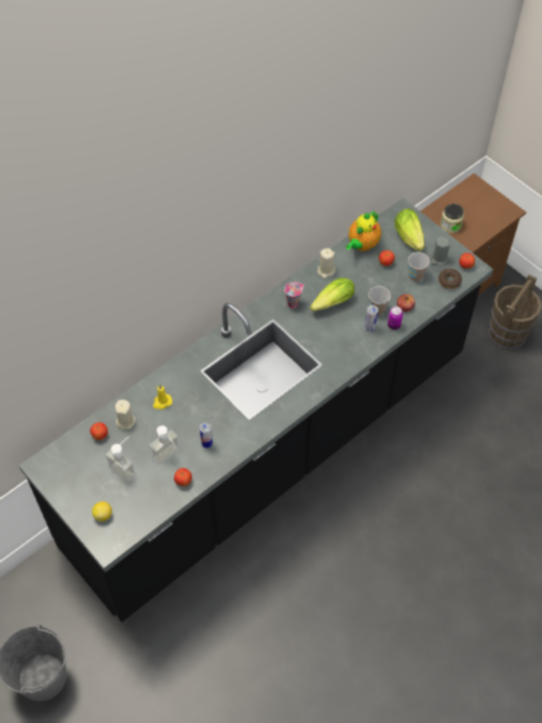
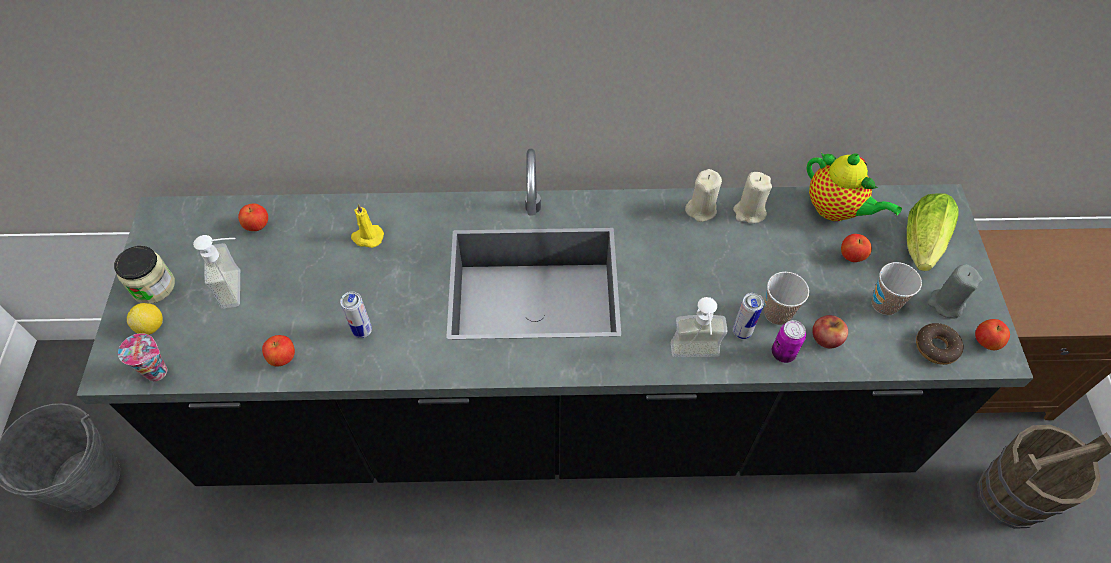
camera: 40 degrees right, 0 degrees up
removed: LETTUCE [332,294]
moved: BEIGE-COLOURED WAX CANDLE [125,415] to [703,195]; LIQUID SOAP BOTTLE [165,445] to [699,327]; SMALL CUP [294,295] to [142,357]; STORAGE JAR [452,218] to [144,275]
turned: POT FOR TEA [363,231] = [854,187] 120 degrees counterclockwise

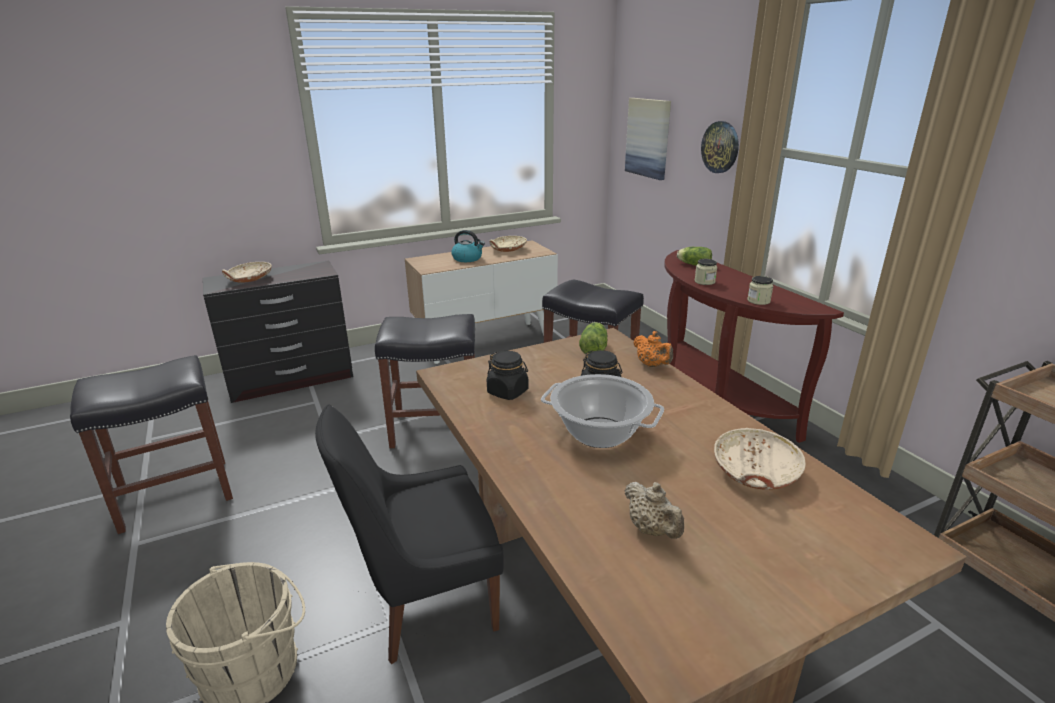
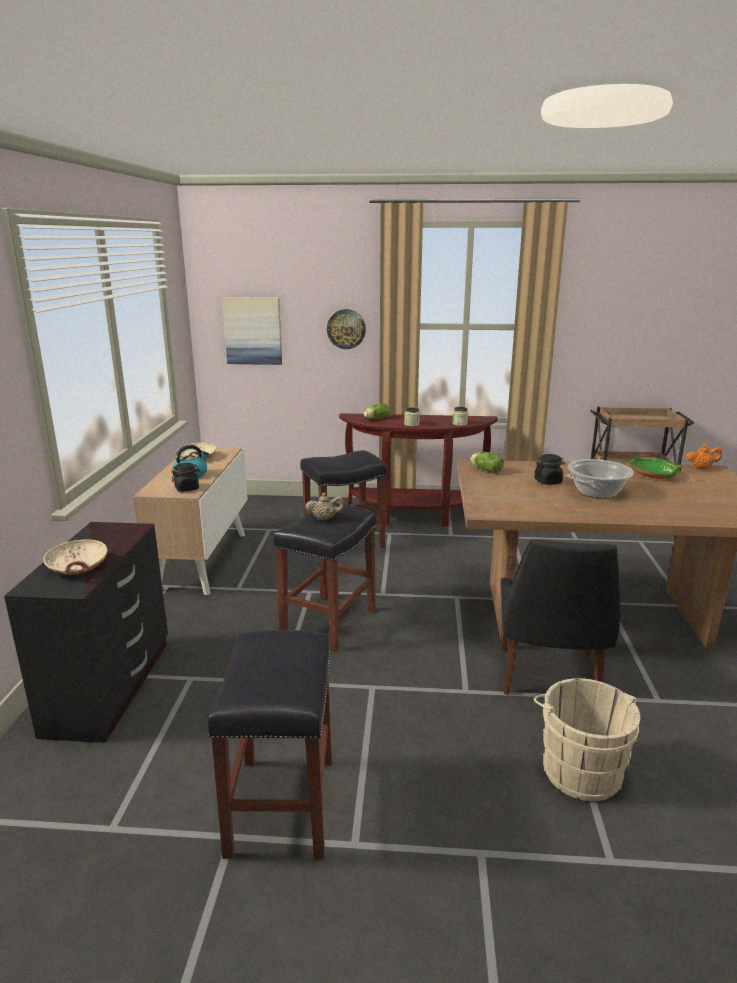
camera: 60 degrees left, 5 degrees down
moved: BLACK STORAGE JAR [507,375] to [186,477]; BEIGE-COLOURED POT FOR TEA [654,510] to [325,506]; ORANGE POT FOR TEA [653,349] to [703,456]
recoloured: BEIGE-COLOURED BOWL [760,459] to GREEN-COLOURED BOWL [656,468]

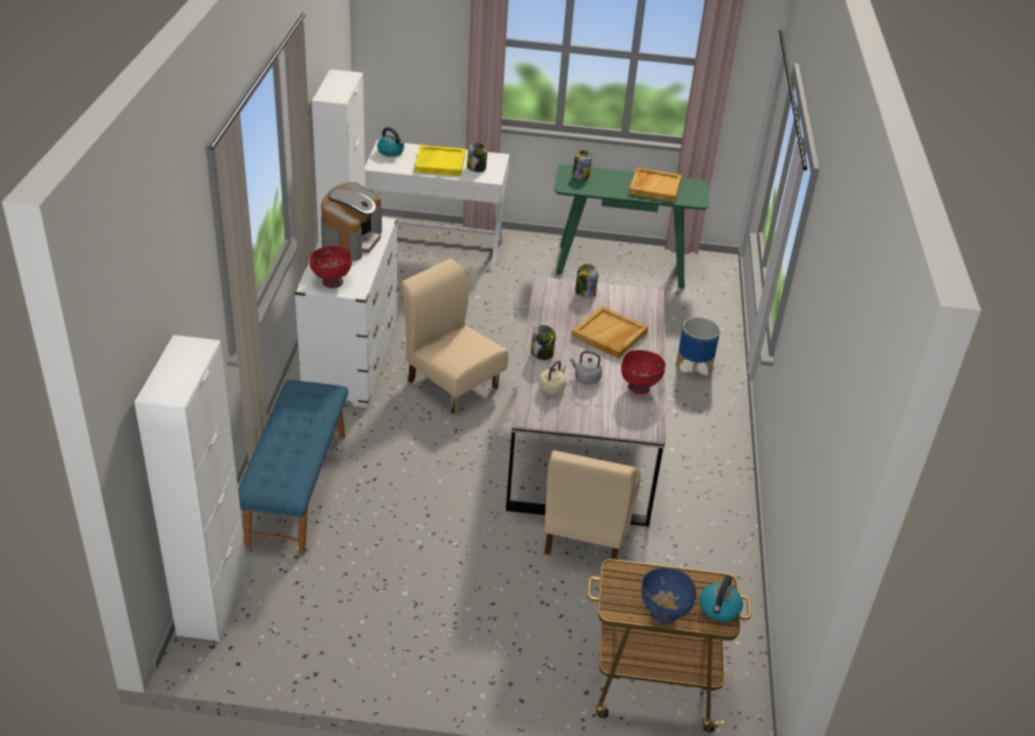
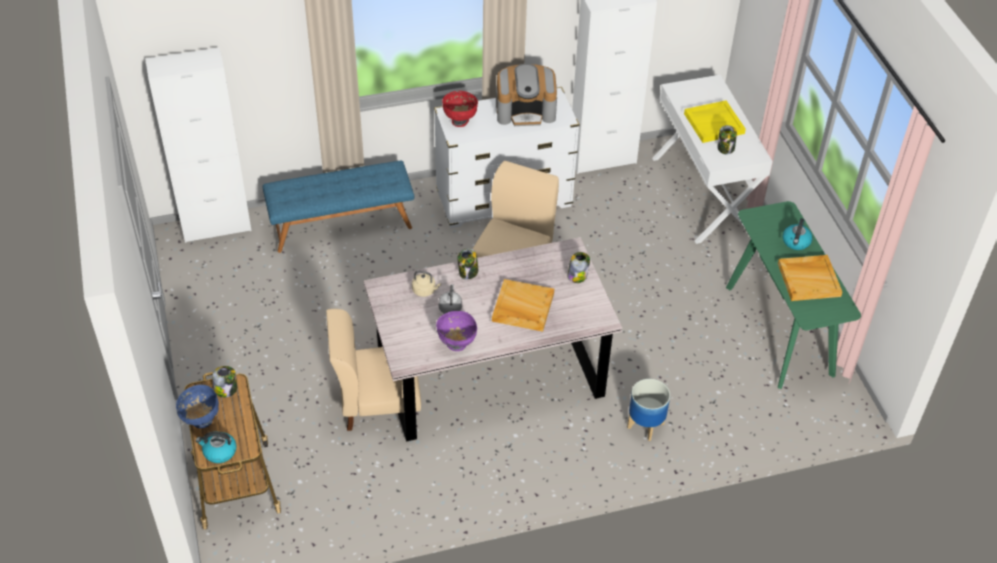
camera: 70 degrees right, 10 degrees up
moved: KETTLE [390,142] to [797,234]; STORAGE JAR [582,165] to [224,381]
recoloured: RED BOWL [643,372] to PURPLE BOWL [456,331]

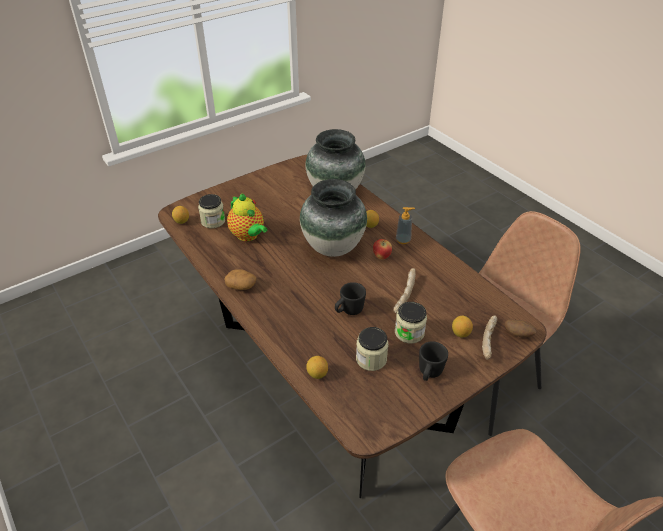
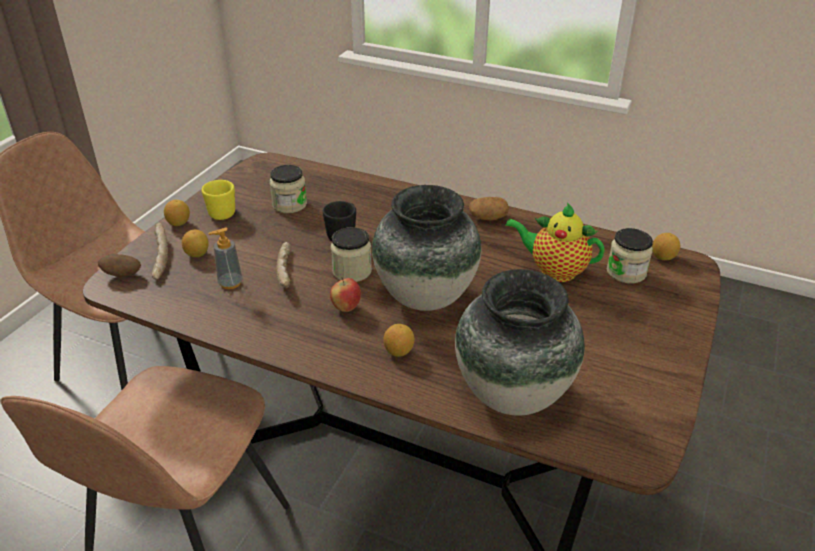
camera: 150 degrees right, 5 degrees down
moved: CITRUS FRUIT [317,367] to [177,213]; STORAGE JAR [411,323] to [351,254]; LIQUID SOAP BOTTLE [405,225] to [225,258]
recoloured: BLACK COFFEE MUG [433,361] to YELLOWISH COFFEE MUG [218,200]

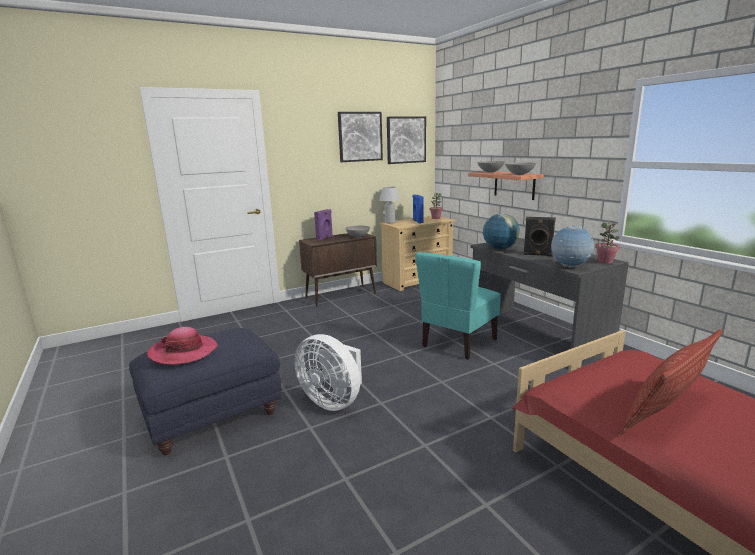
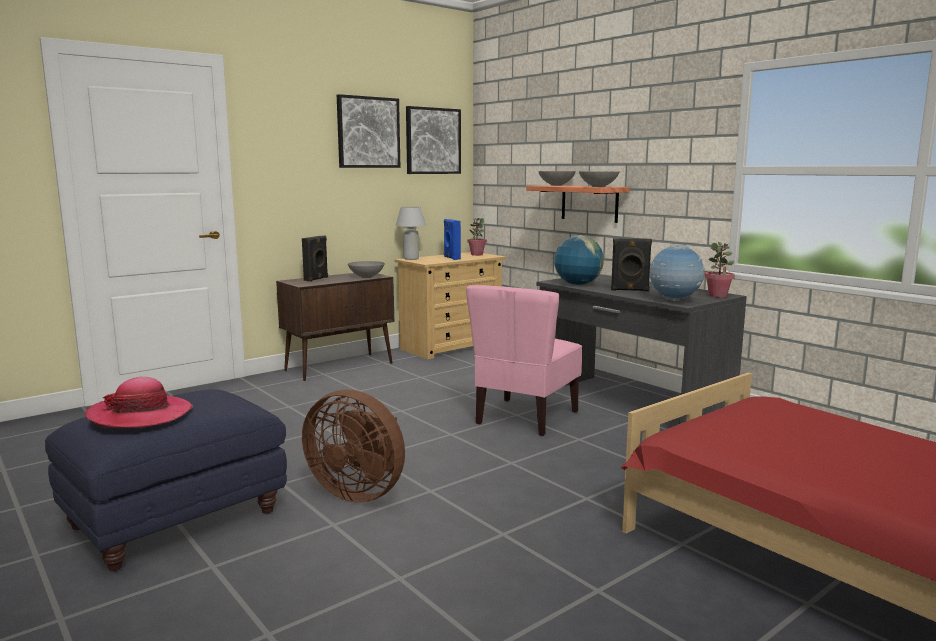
camera: 10 degrees left, 5 degrees down
removed: CUSHION [670,382]
recoloured: WHITE-COLOURED ELECTRIC FAN [328,372] to BROWNISH ELECTRIC FAN [353,446]; PURPLE SPEAKER [323,225] to BLACK SPEAKER [315,259]; BLUE-GREEN UPRIGHT CHAIR [458,306] to PINK-COLOURED UPRIGHT CHAIR [524,360]

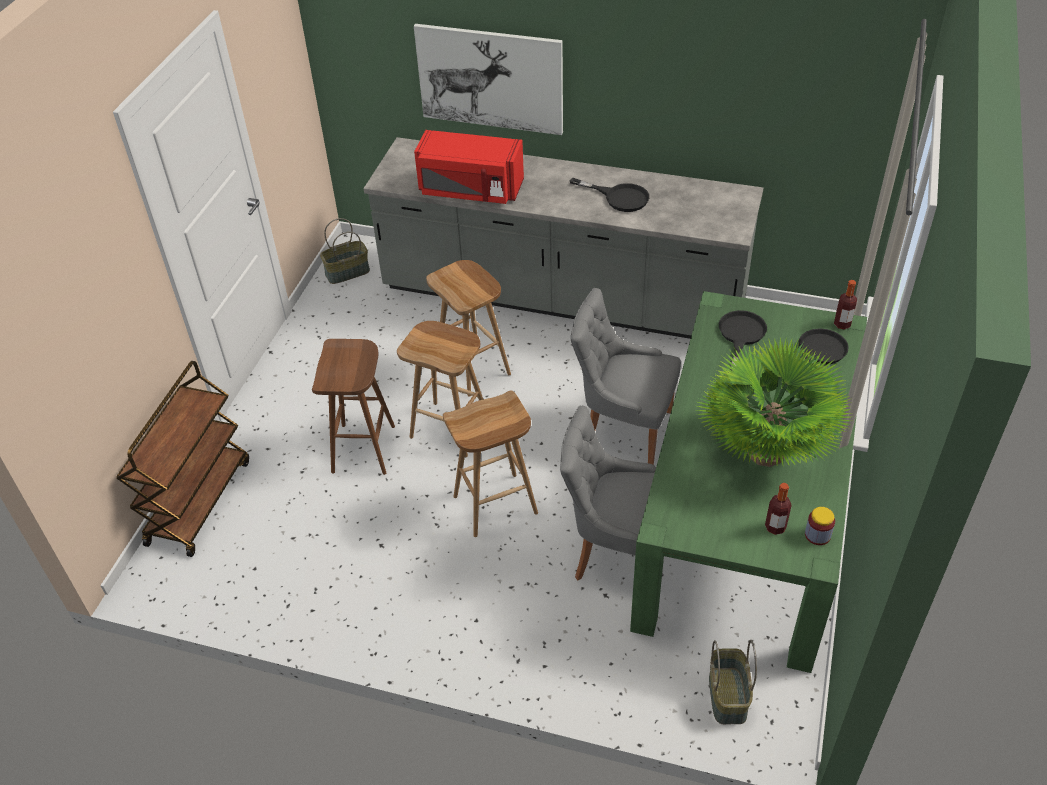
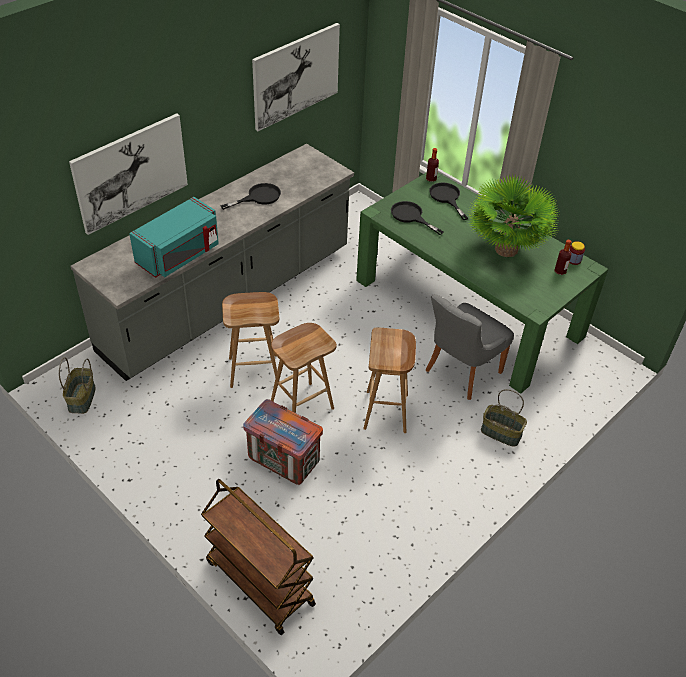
camera: 65 degrees left, 0 degrees up
removed: GRAY UPRIGHT CHAIR [625,376]
added: PICTURE [296,77]
moved: HOUSEHOLD BASKET [733,682] to [504,418]
replaced: BROWNISH STOOL SEAT [353,407] to SHIPPING CRATE [283,442]
recoloured: RED KITCHEN MICROWAVE [469,167] to BLUE-GREEN KITCHEN MICROWAVE [174,237]

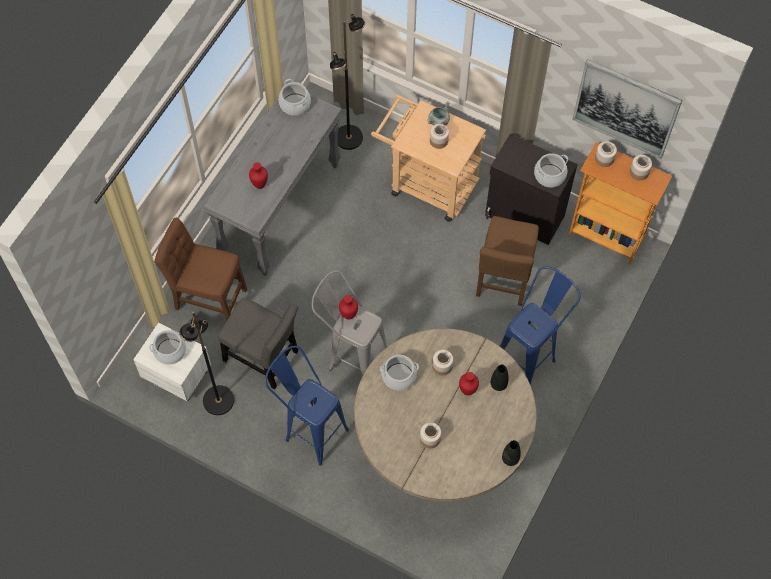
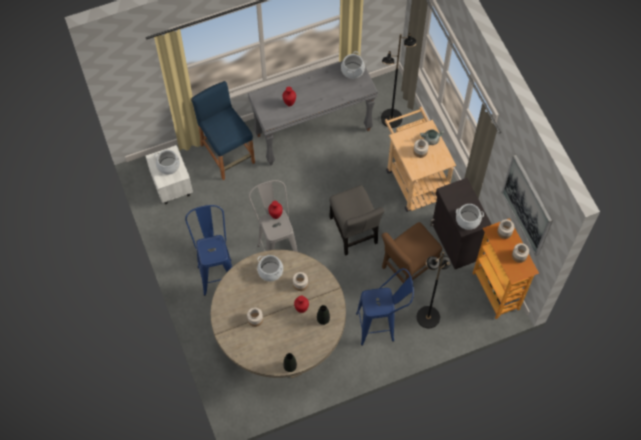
camera: 40 degrees right, 0 degrees up
moved: BLACK STANDING LAMP [206,363] to [434,290]; GRAY UPRIGHT CHAIR [258,343] to [356,220]
replaced: BROWNISH UPRIGHT CHAIR [200,269] to BLUE-COLOURED STOOL SEAT [223,130]

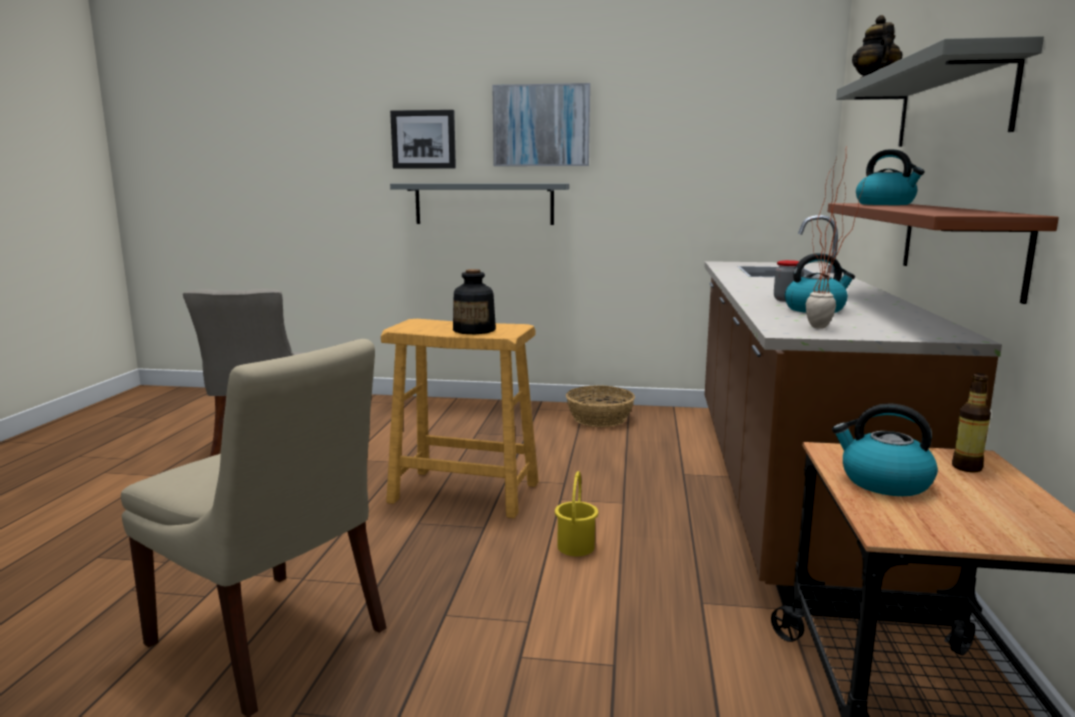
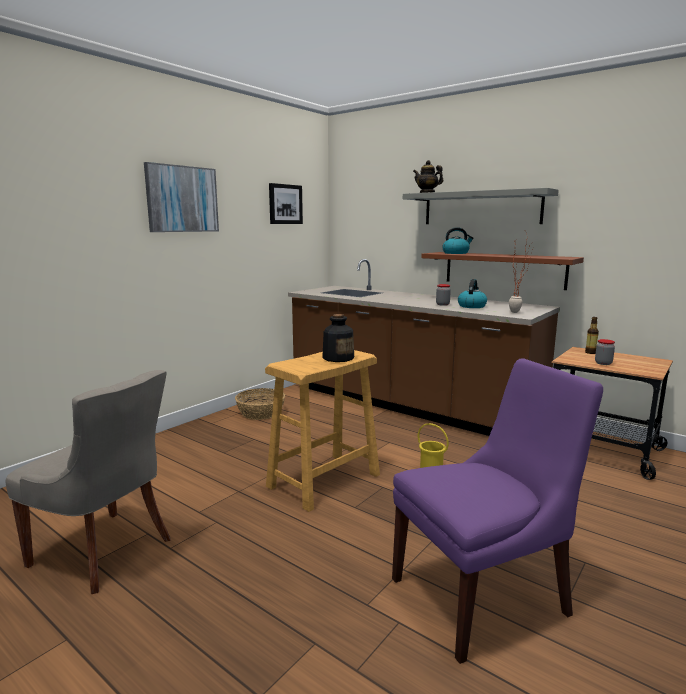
camera: 60 degrees left, 0 degrees up
removed: GRAY WALL SHELF [479,204]
moved: PICTURE [423,139] to [286,203]
replaced: KETTLE [885,449] to STORAGE JAR [605,352]
recoloured: BEIGE-COLOURED UPRIGHT CHAIR [254,528] to PURPLE UPRIGHT CHAIR [497,511]

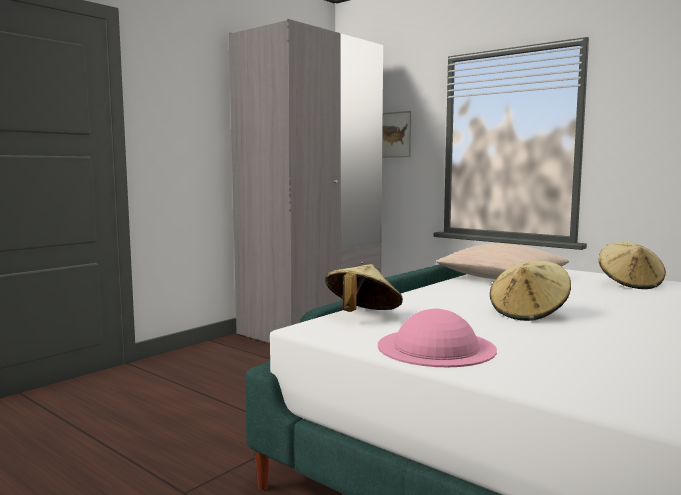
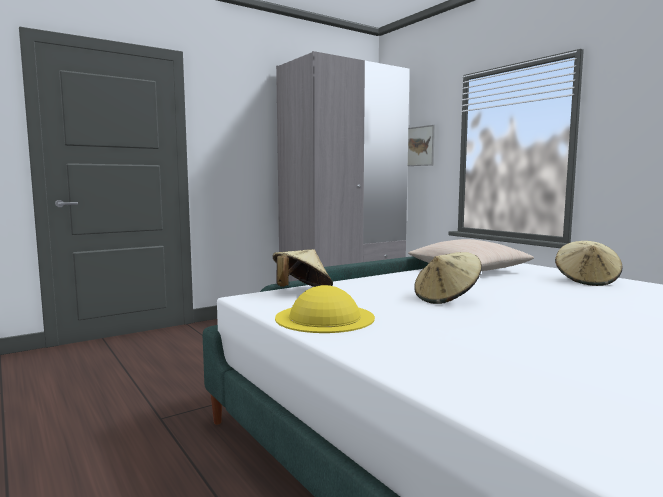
camera: 15 degrees right, 0 degrees up
recoloured: PINK-COLOURED WEARABLE HAT [437,338] to YELLOWISH WEARABLE HAT [325,309]

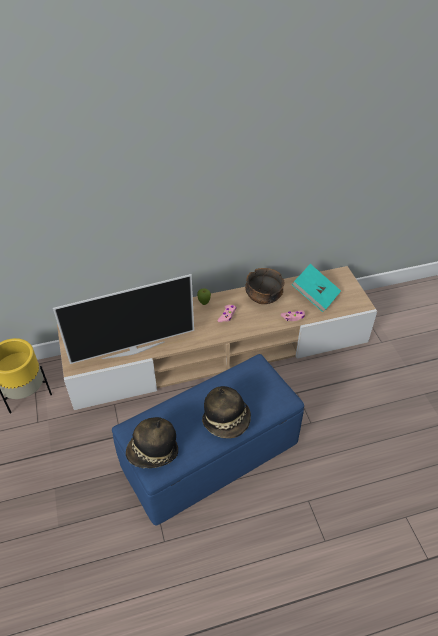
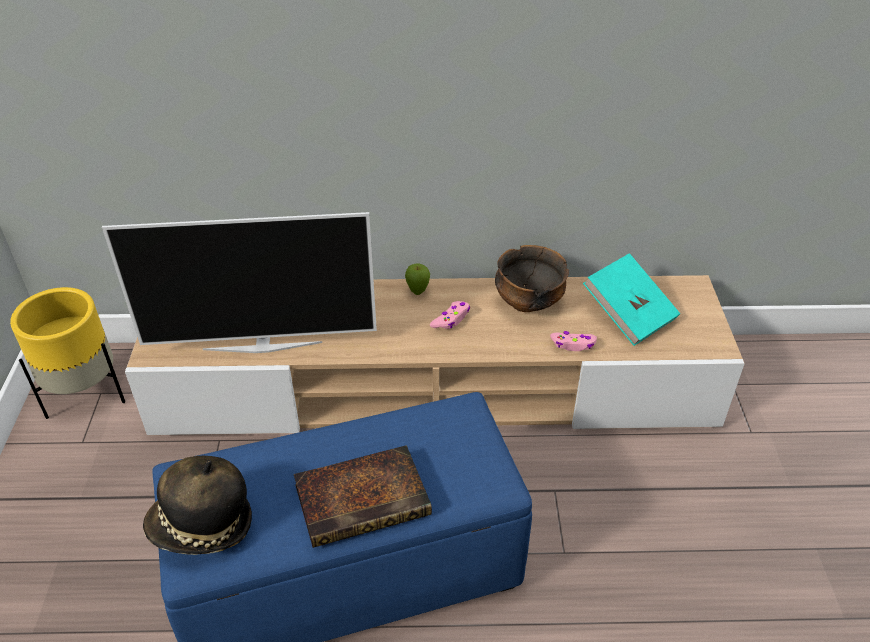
camera: 15 degrees right, 5 degrees down
replaced: WEARABLE HAT [226,412] to VOLUME [363,496]

